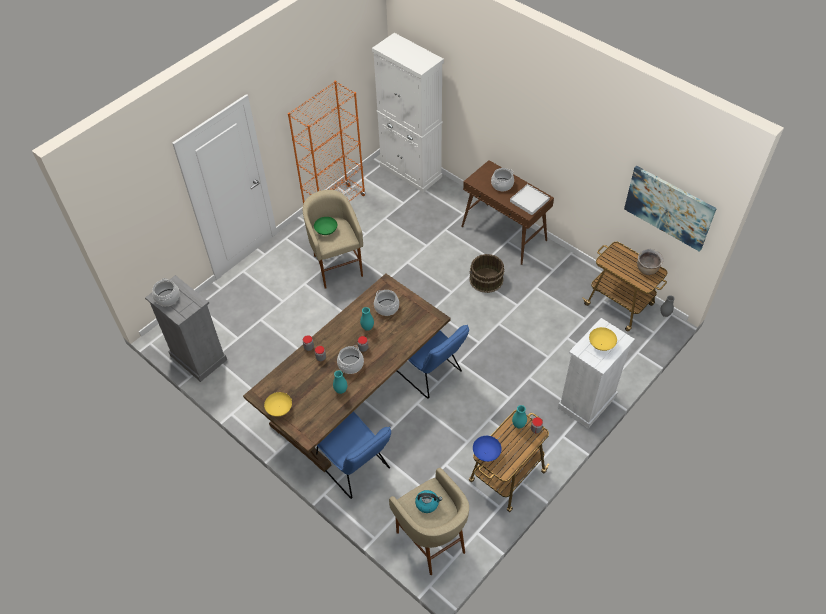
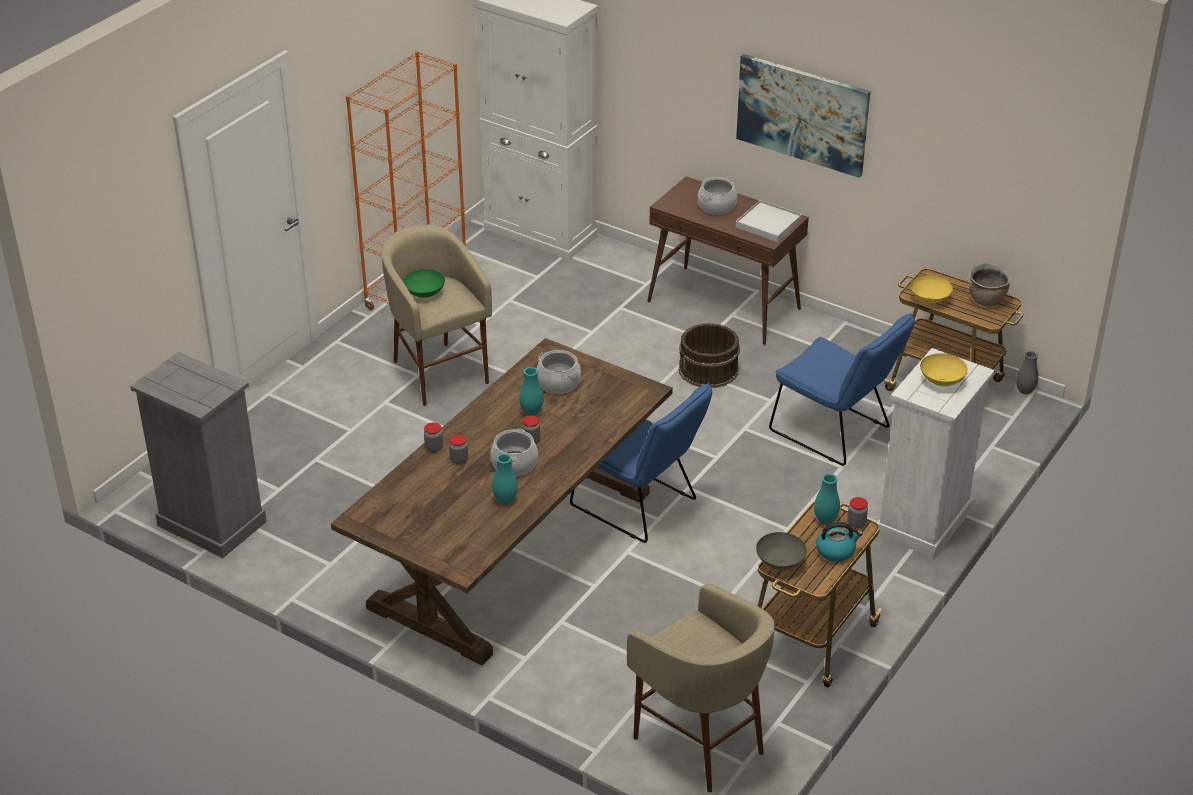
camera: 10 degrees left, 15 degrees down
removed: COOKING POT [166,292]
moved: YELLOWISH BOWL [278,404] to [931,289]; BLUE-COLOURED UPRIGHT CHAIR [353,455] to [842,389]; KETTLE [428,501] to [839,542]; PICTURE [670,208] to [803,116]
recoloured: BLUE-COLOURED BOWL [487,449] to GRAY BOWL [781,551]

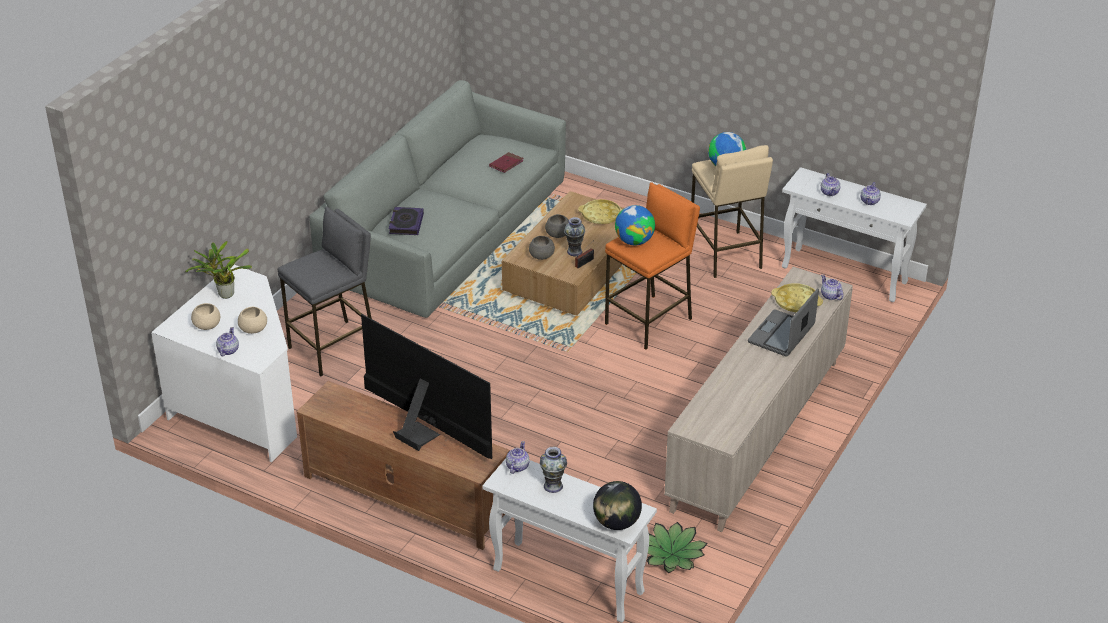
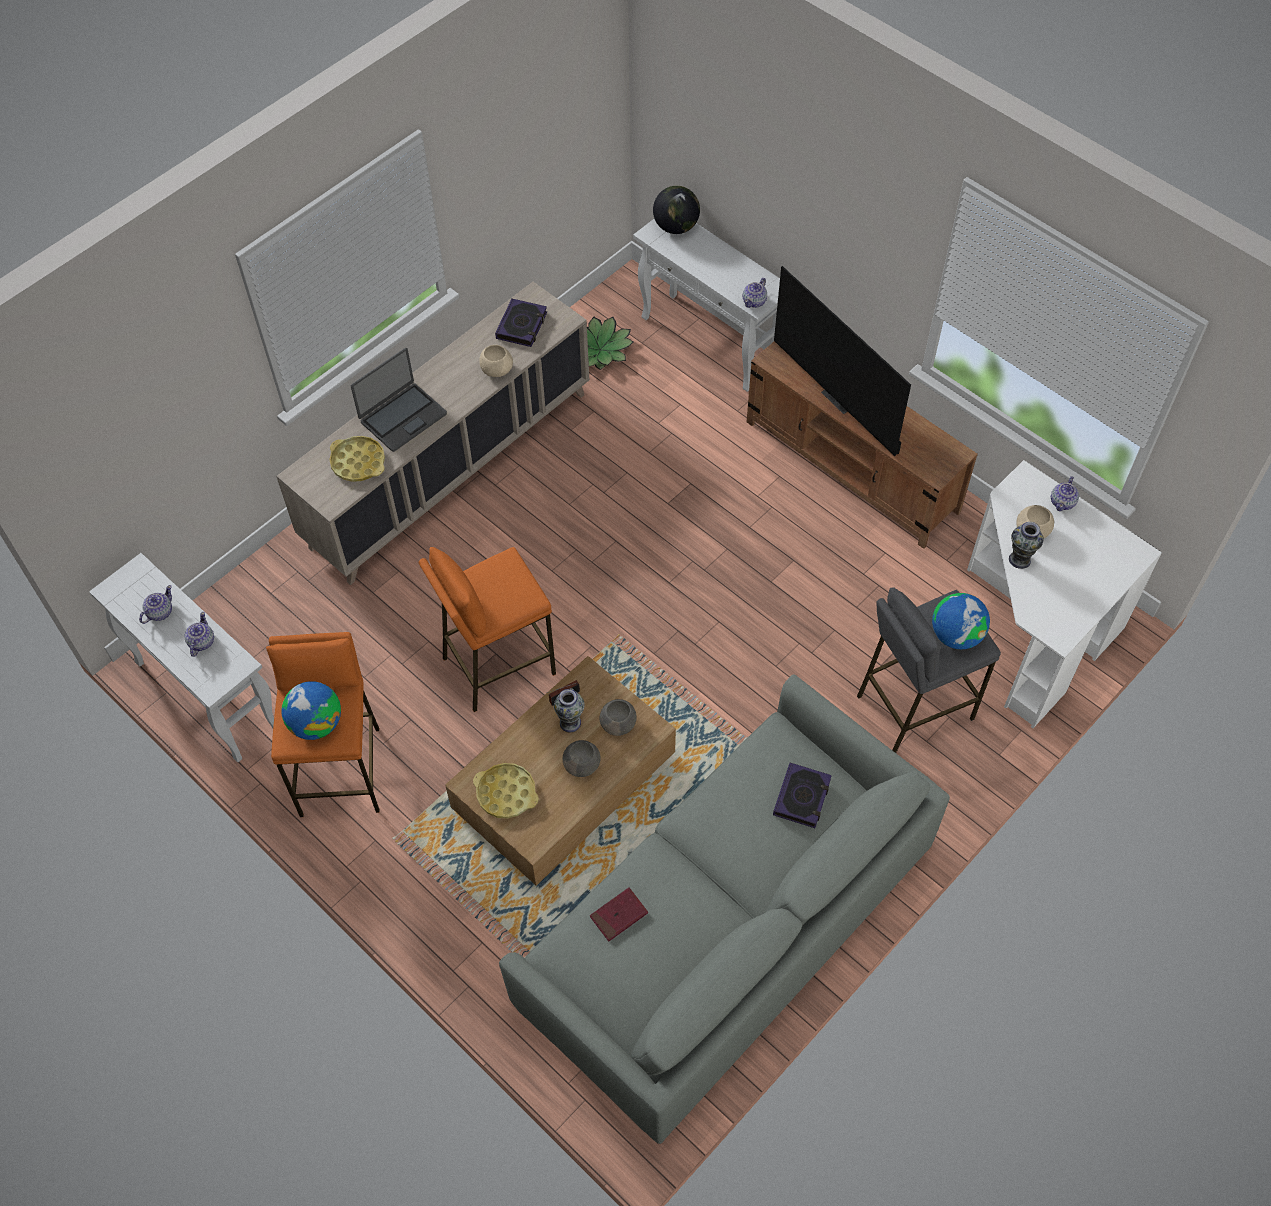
camera: 165 degrees left, 20 degrees up
removed: POTTED PLANT [218,270]; POT FOR TEA [832,287]
added: VOLUME [521,322]
moved: BEIGE-COLOURED BOWL [205,316] to [496,361]; FLOWER VASE [553,470] to [1026,545]; WORLD GLOBE [635,225] to [961,621]
recoloured: BEIGE-COLOURED STOOL SEAT [732,211] to ORANGE STOOL SEAT [323,724]

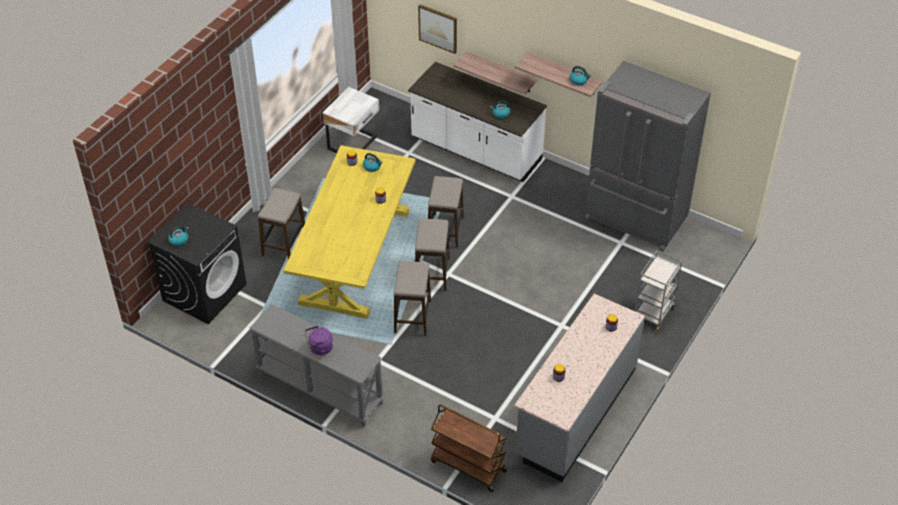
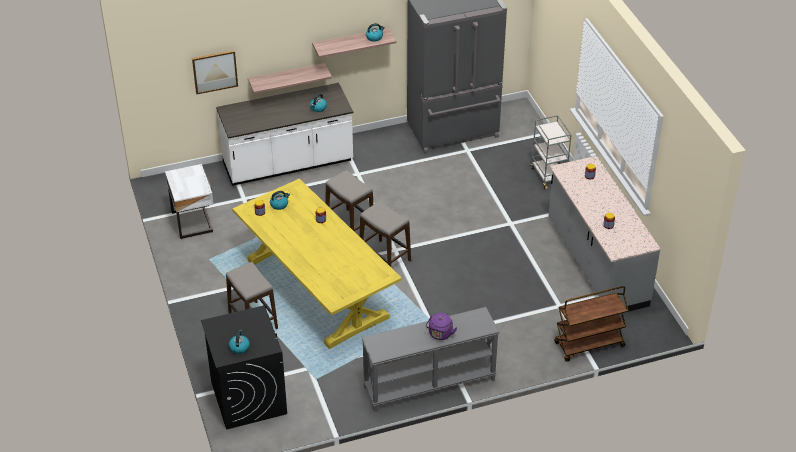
camera: 50 degrees left, 5 degrees down
removed: STOOL SEAT [412,298]

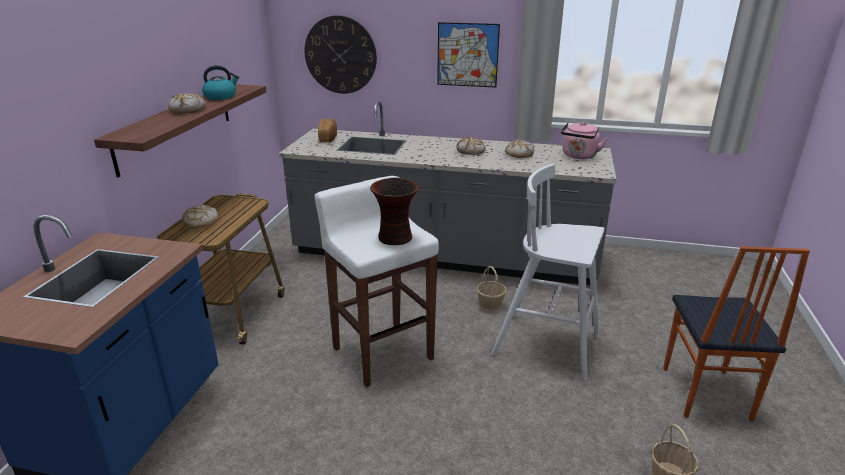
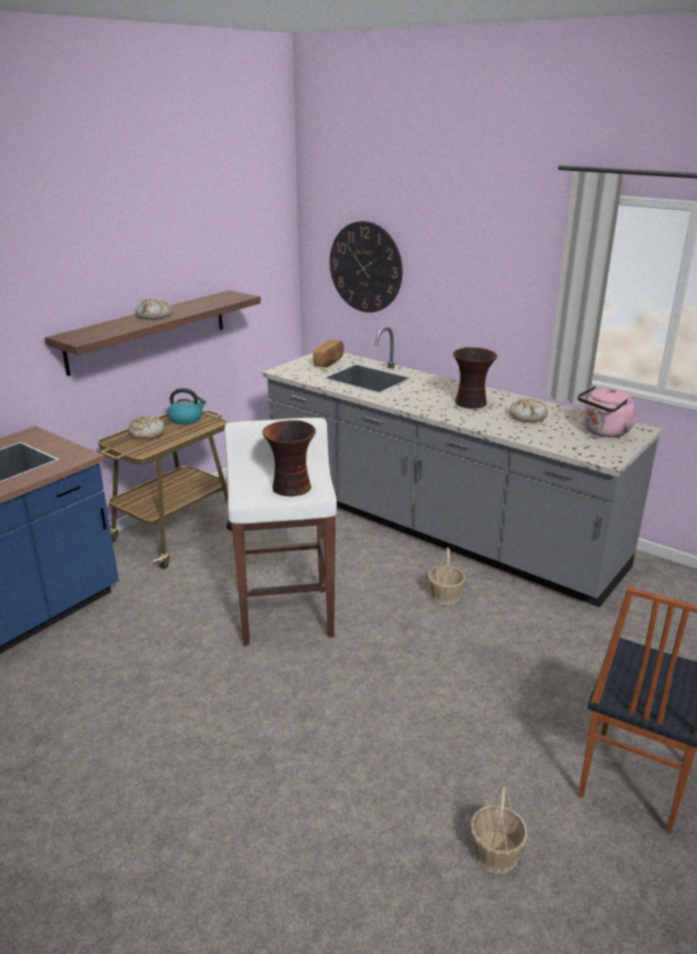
camera: 25 degrees right, 0 degrees up
removed: PICTURE [468,55]; WHITE-COLOURED STOOL SEAT [548,272]
moved: KETTLE [220,82] to [186,406]
replaced: BAKERY BREAD [470,146] to FLOWER VASE [475,378]

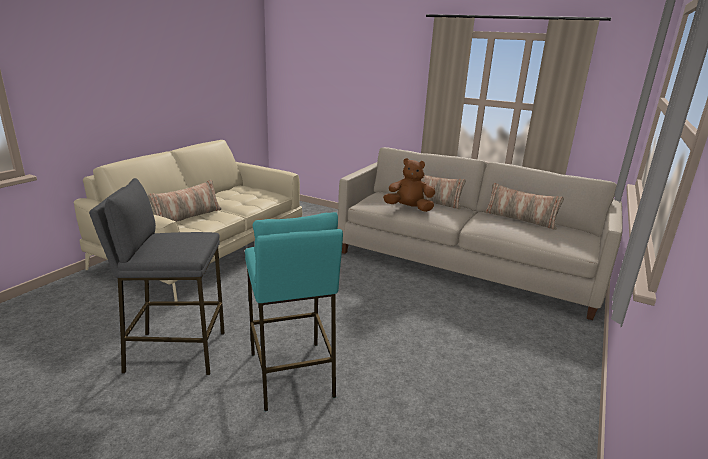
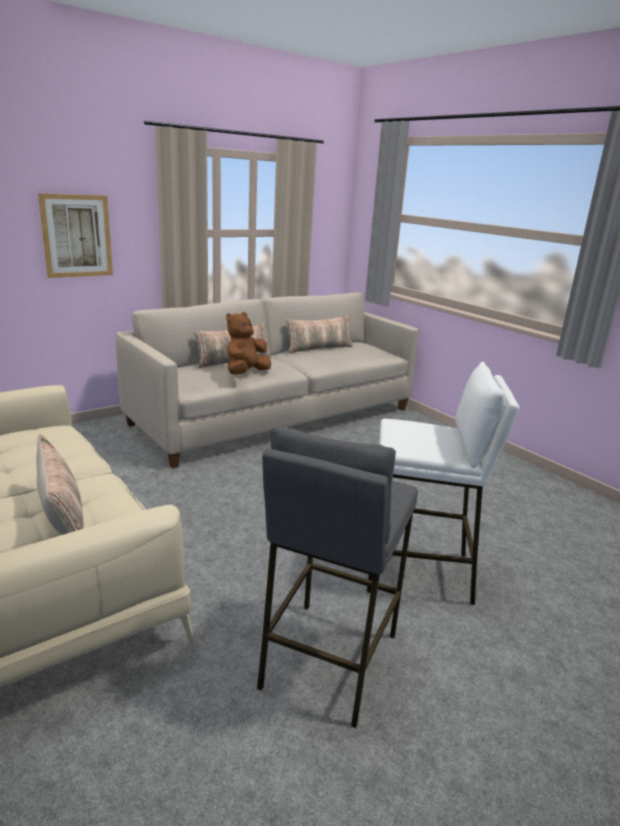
camera: 65 degrees left, 0 degrees up
added: PICTURE [75,235]
recoloured: BLUE-GREEN STOOL SEAT [294,311] to WHITE-COLOURED STOOL SEAT [443,483]

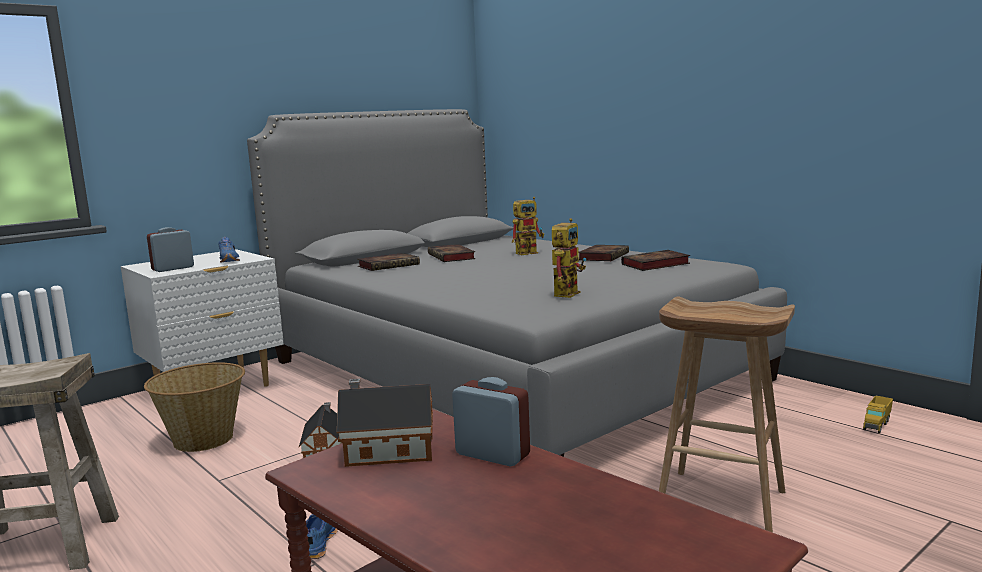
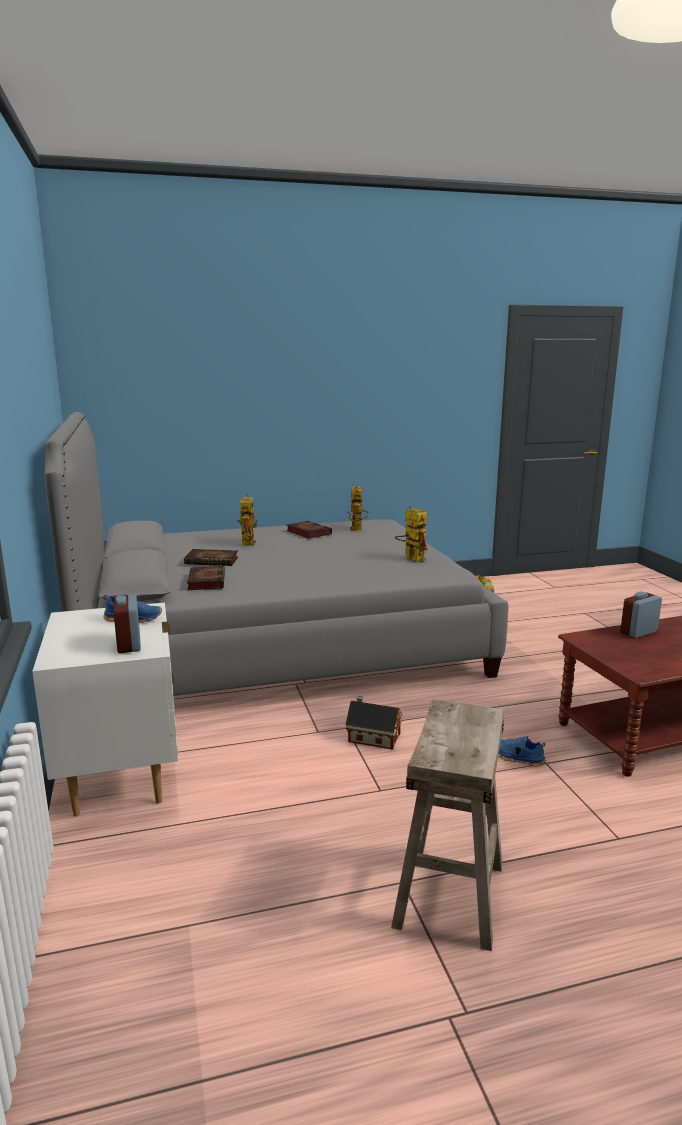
camera: 65 degrees left, 5 degrees up
removed: HOUSEHOLD BASKET [194,407]; TOY HOUSE [385,423]; BROWNISH STOOL SEAT [727,414]
replaced: VOLUME [655,260] to MODEL ROBOT [358,508]

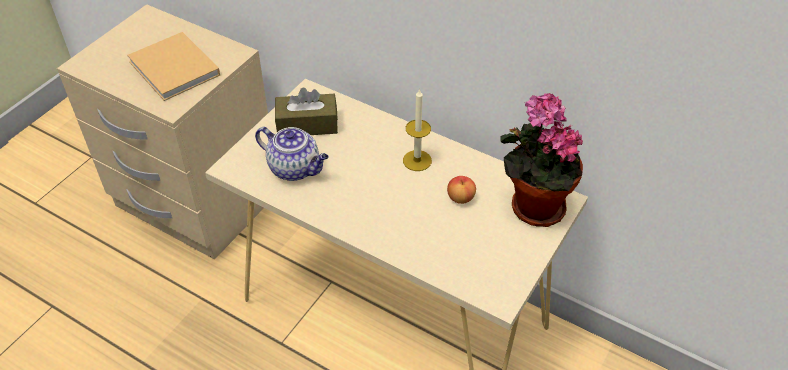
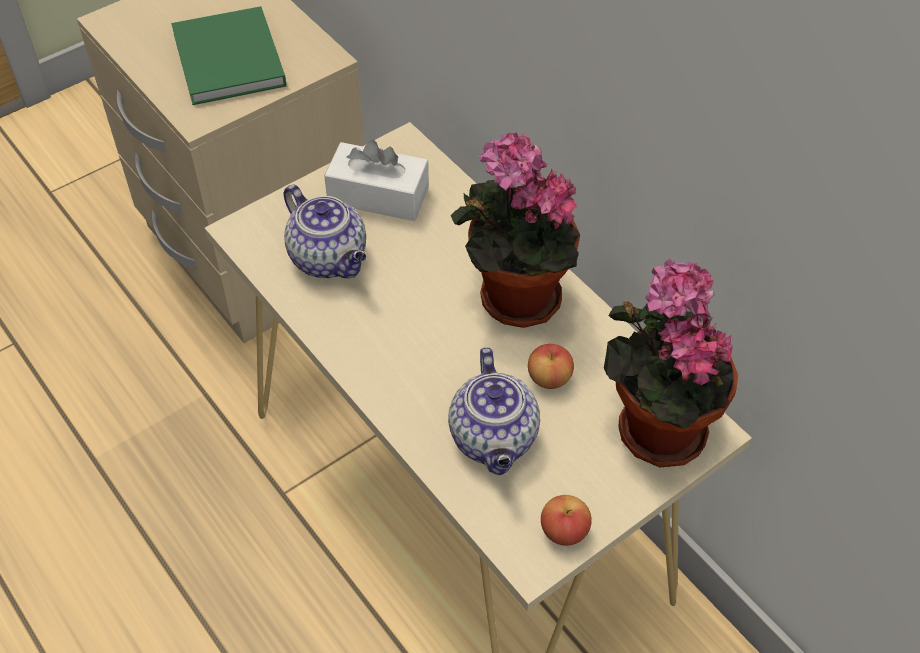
camera: 20 degrees right, 5 degrees up
added: POT FOR TEA [494,411]; APPLE [566,520]
replaced: WAX CANDLE [417,129] to POTTED PLANT [515,230]
recoloured: BEIGE-COLOURED VOLUME [173,66] to GREEN-COLOURED VOLUME [229,55]; BROWNISH BOX OF TISSUES [306,111] to WHITE-COLOURED BOX OF TISSUES [376,180]

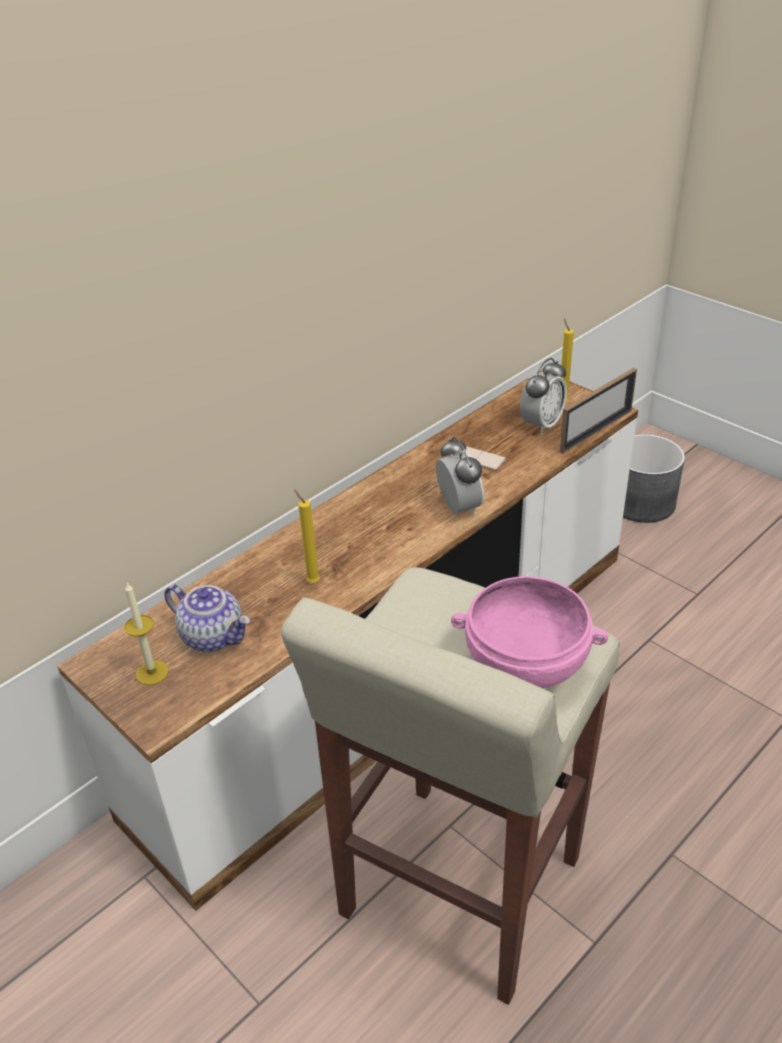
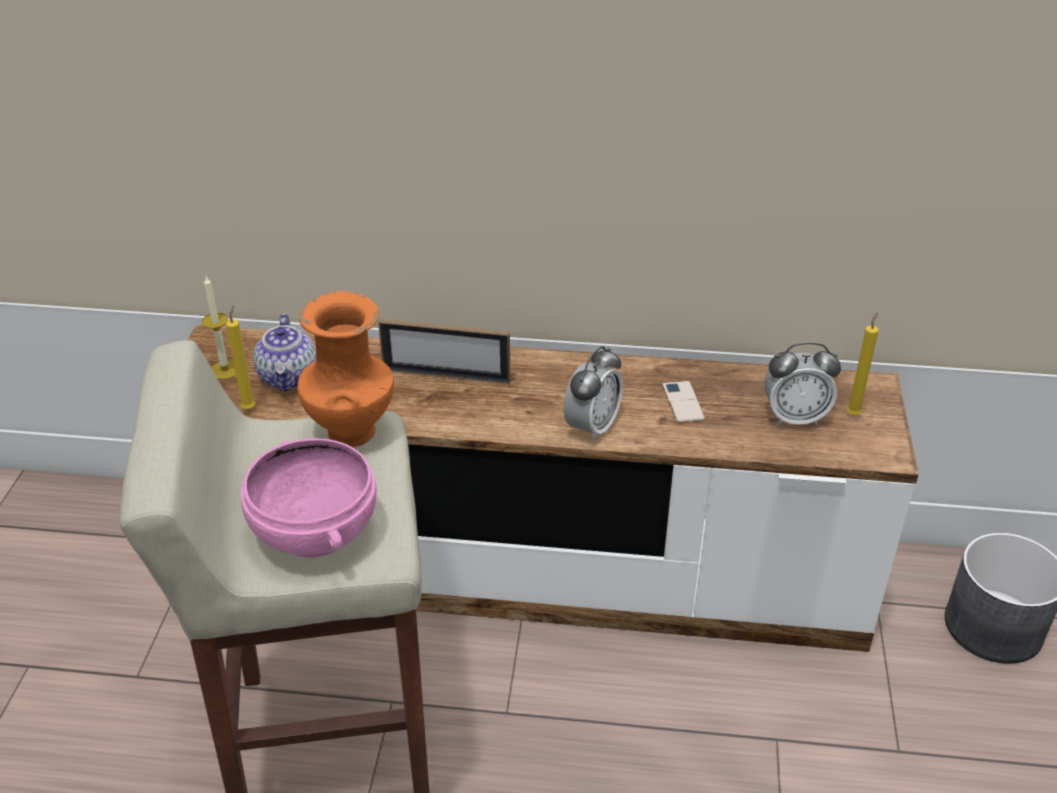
camera: 50 degrees right, 0 degrees up
added: ORANGE FLOWER VASE [345,369]
moved: YELLOWISH WAX CANDLE [307,536] to [240,357]; STANDING FRAME [598,411] to [444,351]

